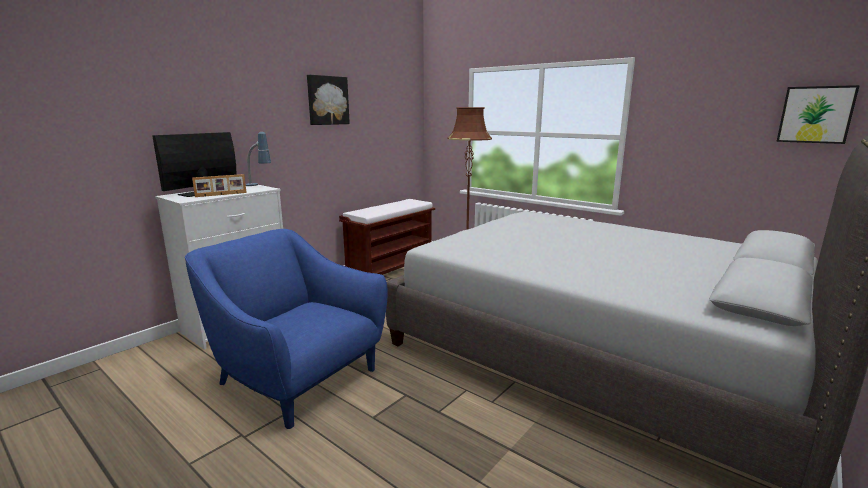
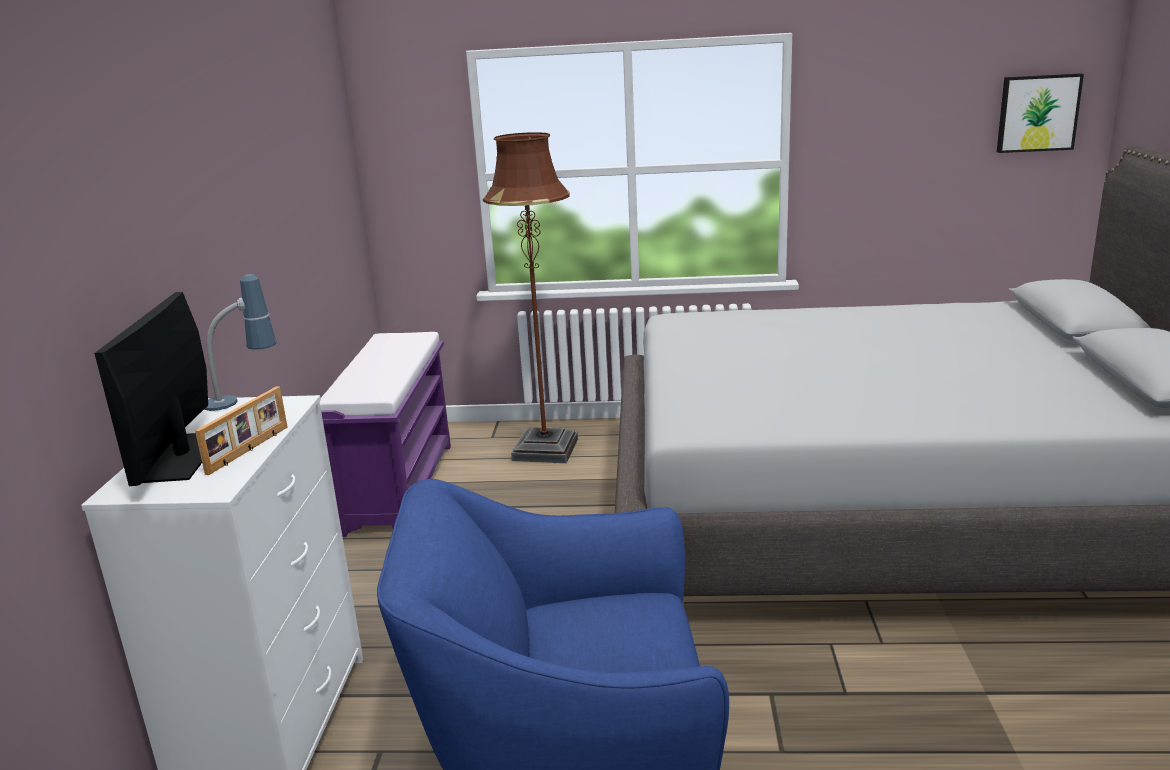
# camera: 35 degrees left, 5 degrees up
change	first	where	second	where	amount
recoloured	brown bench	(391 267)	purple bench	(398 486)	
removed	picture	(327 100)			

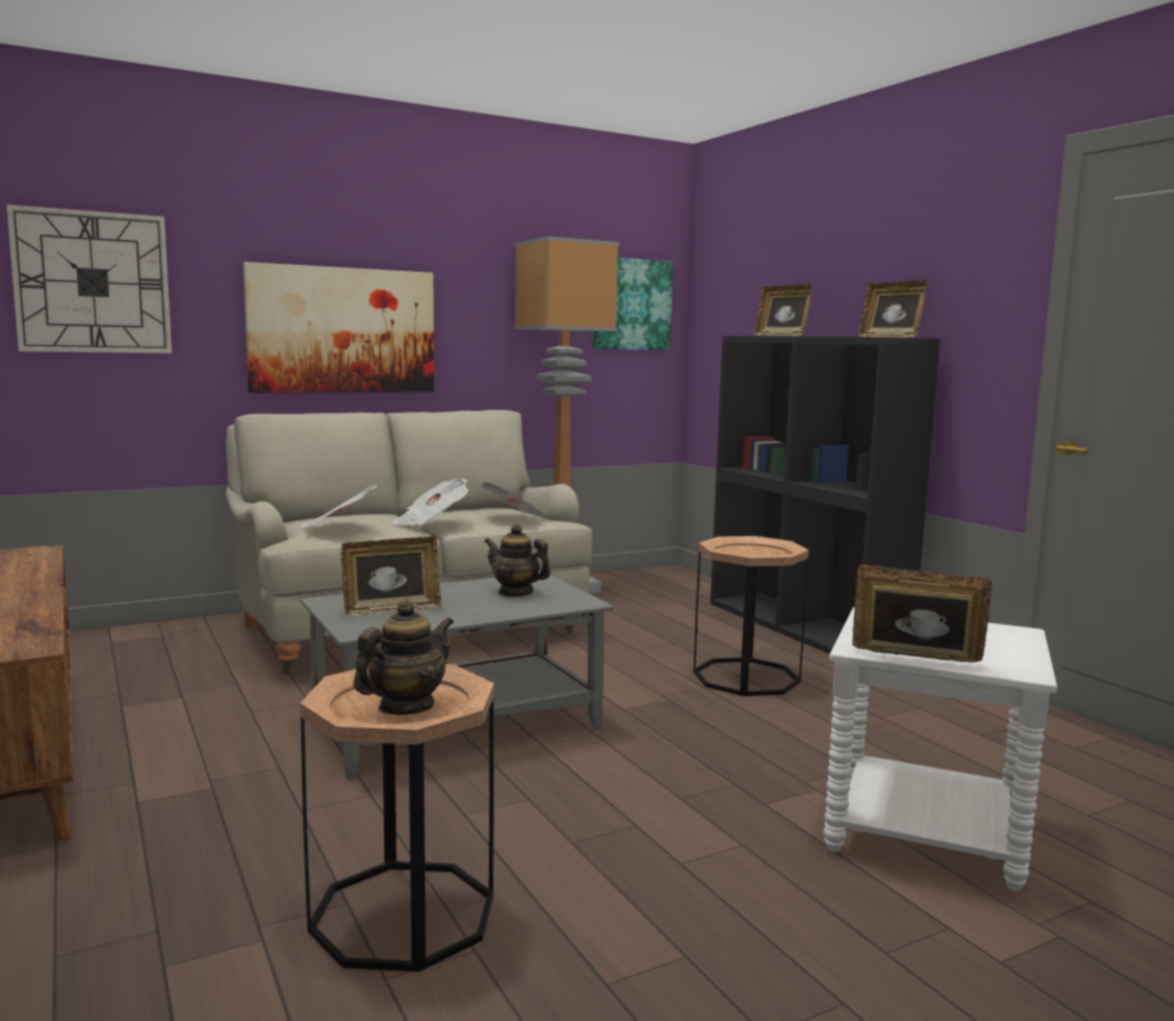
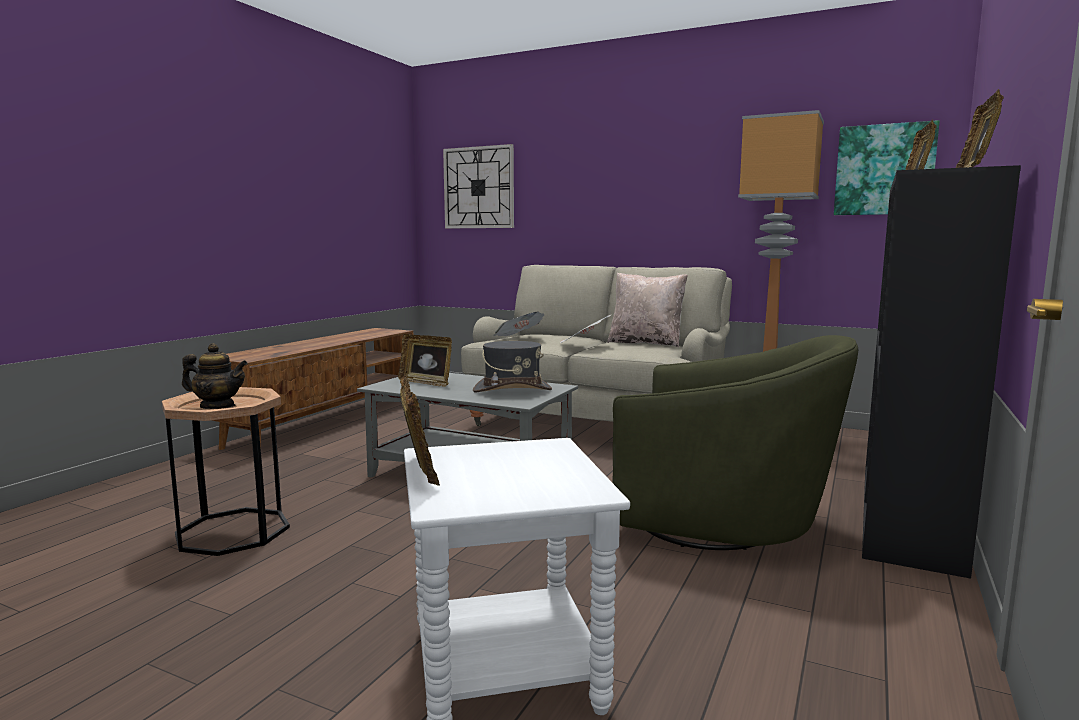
# camera: 55 degrees right, 0 degrees up
change	first	where	second	where	amount
replaced	teapot	(516 592)	grey hat	(512 390)	
added			beige pillow	(646 343)	
replaced	brown side table	(746 677)	green armchair	(721 524)	
removed	picture	(342 330)			
removed	newspaper	(516 519)			

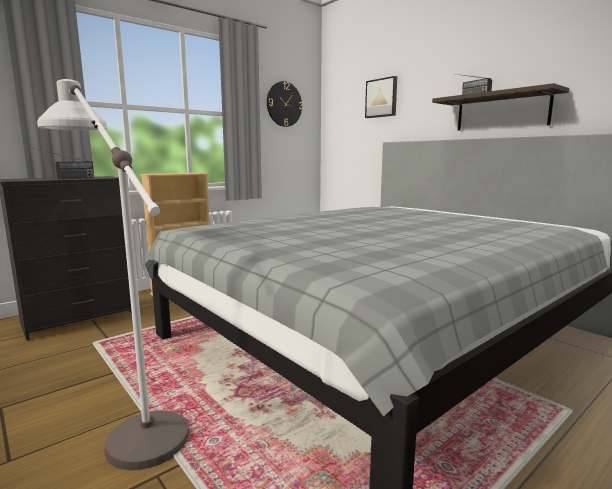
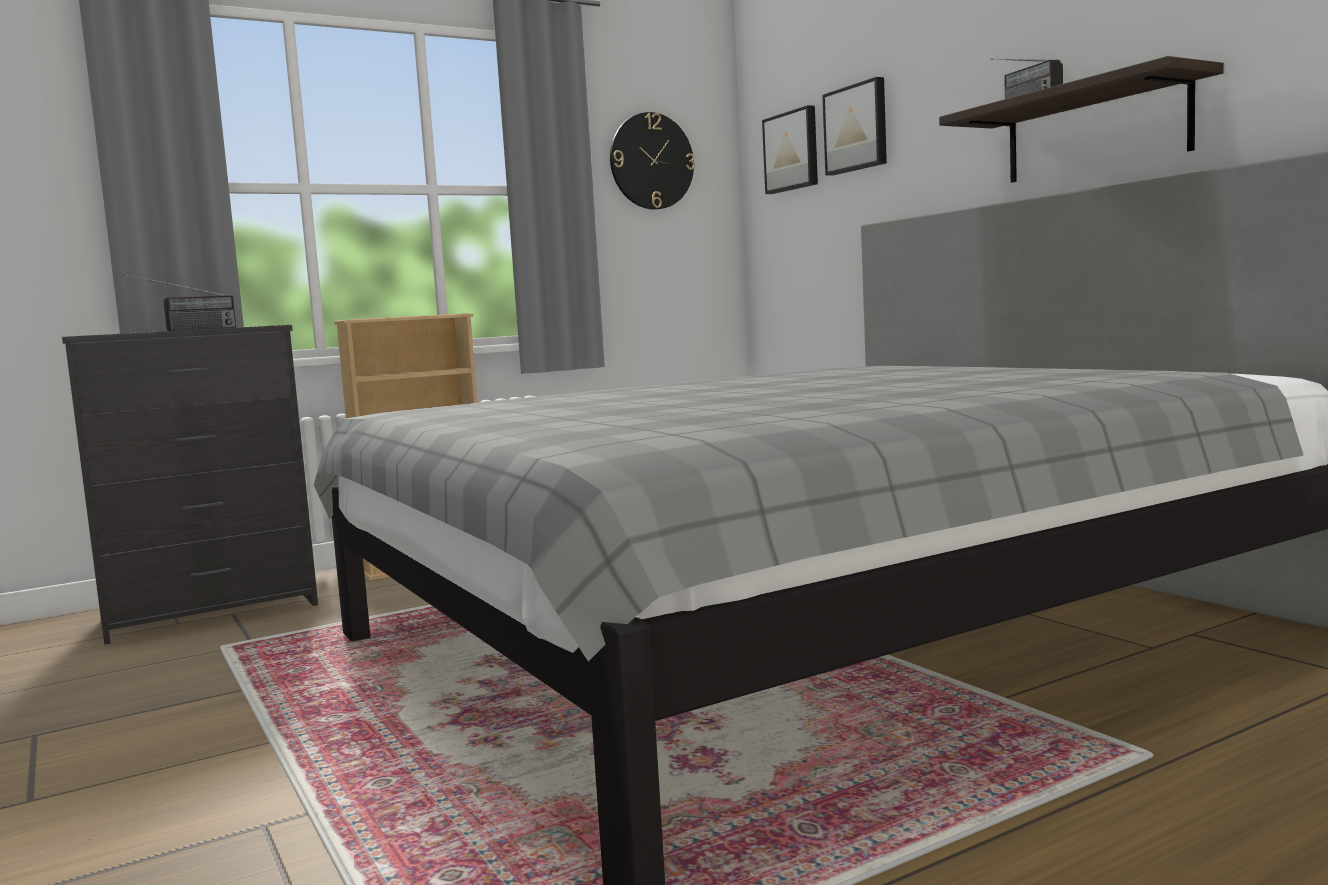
# camera: 10 degrees right, 5 degrees down
change	first	where	second	where	amount
added			picture	(792 151)	
removed	white floor lamp	(128 414)			

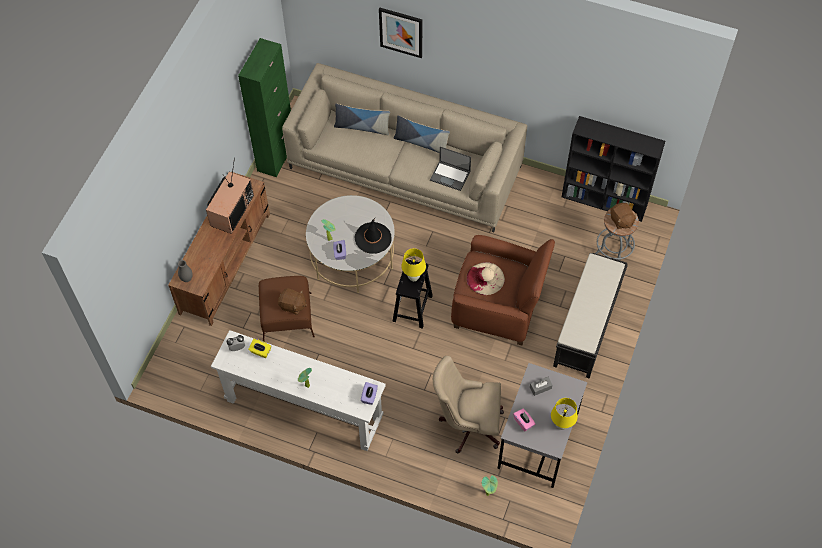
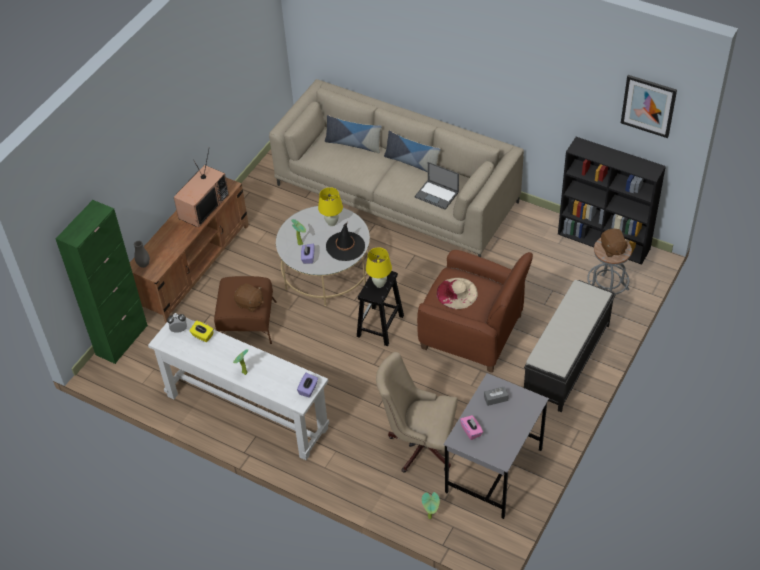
# camera: 10 degrees right, 10 degrees down
change	first	where	second	where	amount
moved	green cabinet	(276 156)		(122 340)	
moved	yellow table lamp	(561 425)		(332 223)	
moved	picture	(401 32)		(648 105)	

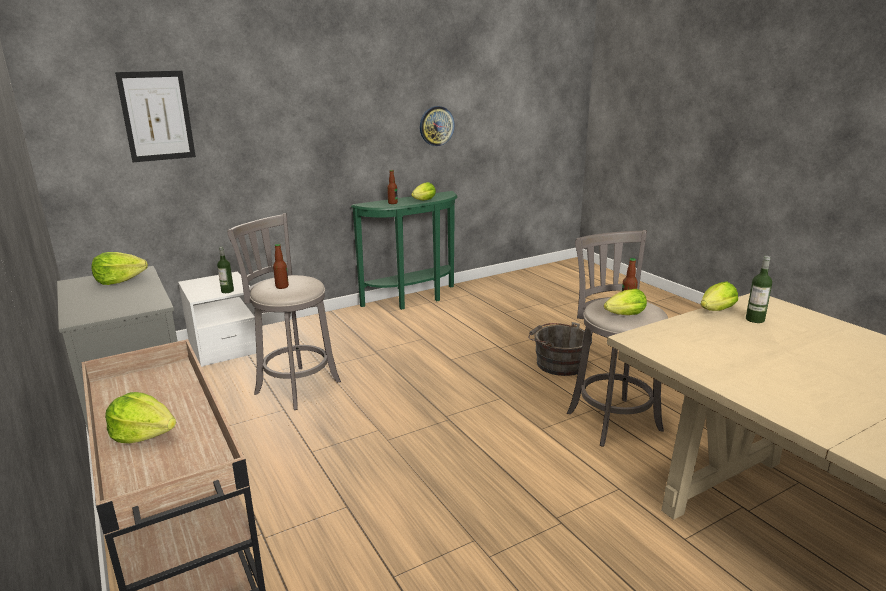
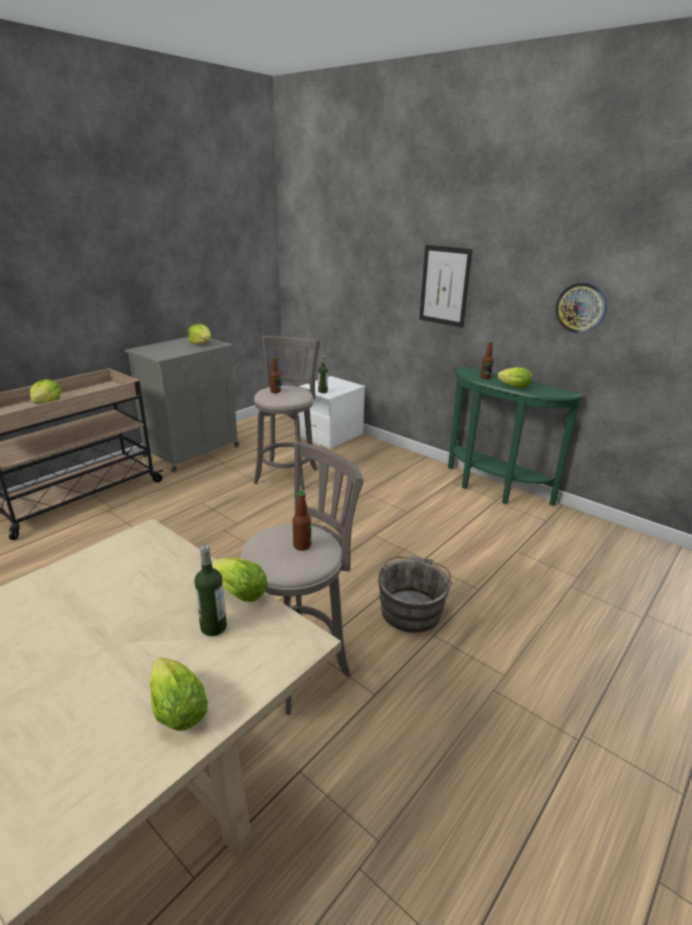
# camera: 70 degrees right, 5 degrees up
change	first	where	second	where	amount
moved	lettuce	(623 316)		(176 707)	
moved	picture	(157 116)		(444 286)	

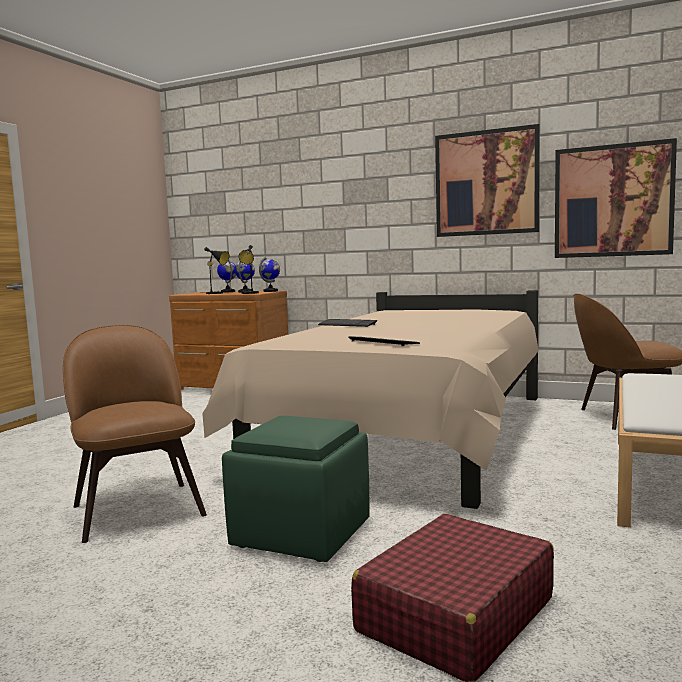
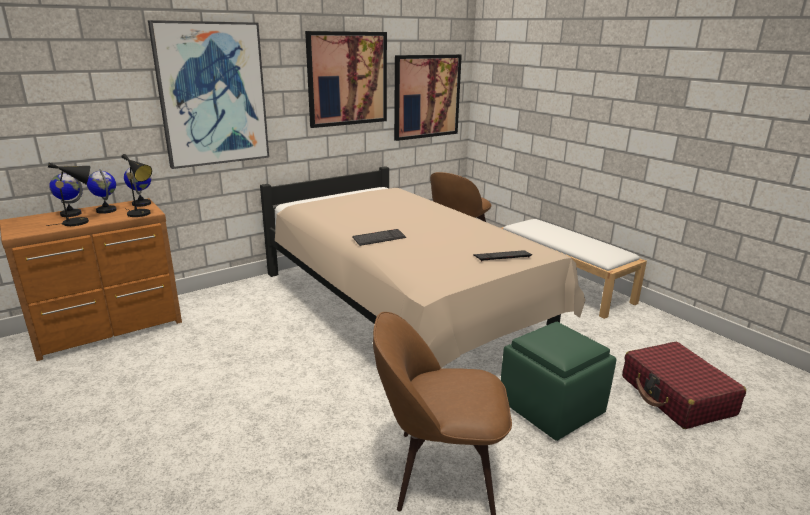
# camera: 60 degrees left, 15 degrees up
change	first	where	second	where	amount
added			picture	(212 94)	

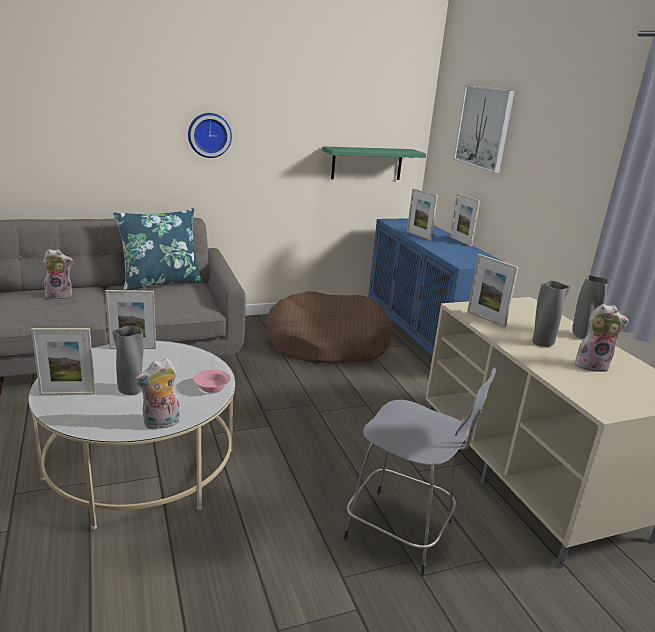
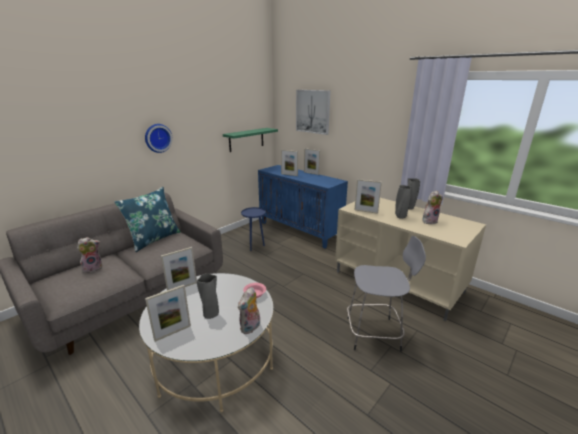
# camera: 25 degrees left, 0 degrees up
change	first	where	second	where	amount
replaced	brown dog bed	(327 343)	blue side table	(255 246)	

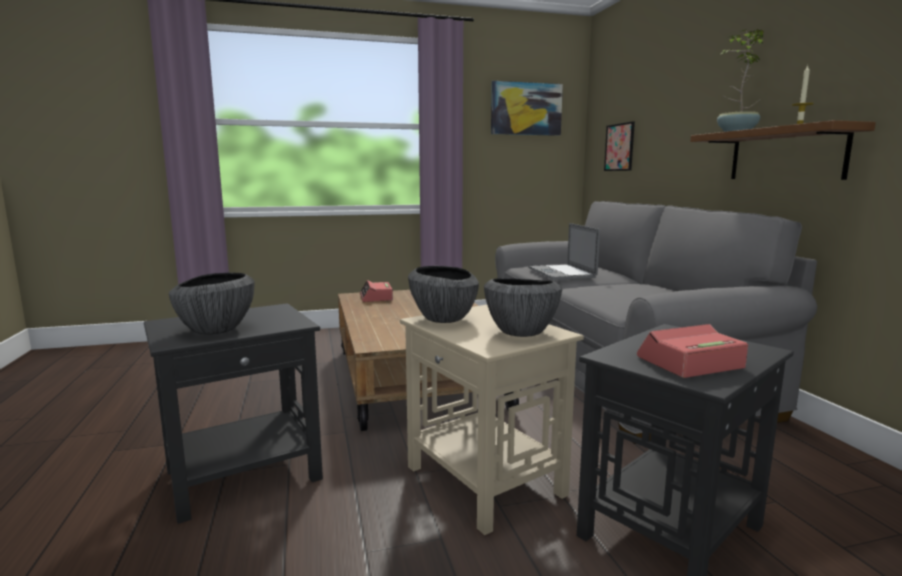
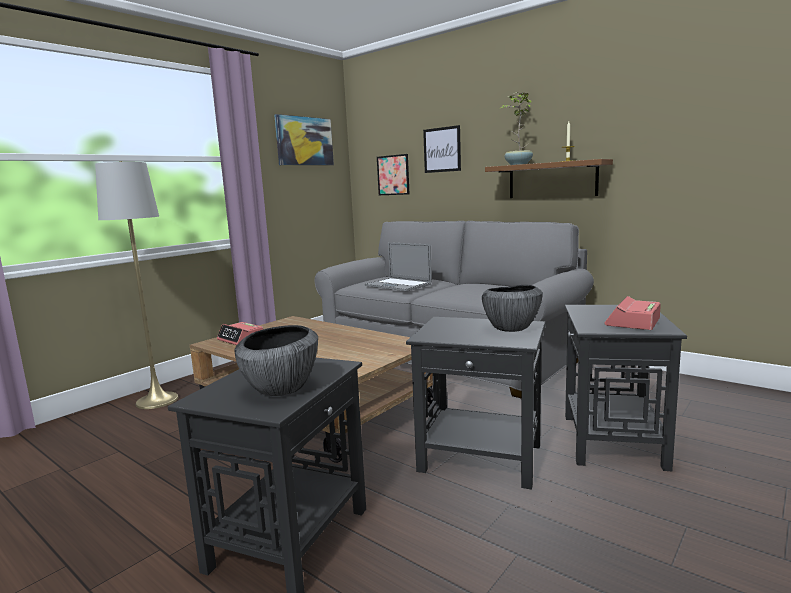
# camera: 35 degrees left, 0 degrees up
change	first	where	second	where	amount
added			grey floor lamp	(157 400)	
recoloured	beige side table	(485 481)	black side table	(482 458)	
added			picture	(442 149)	
removed	bowl	(443 319)			

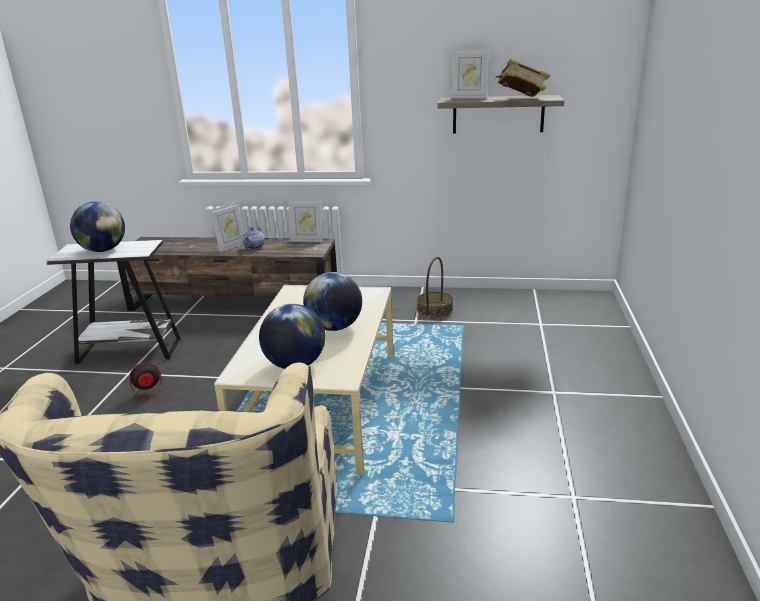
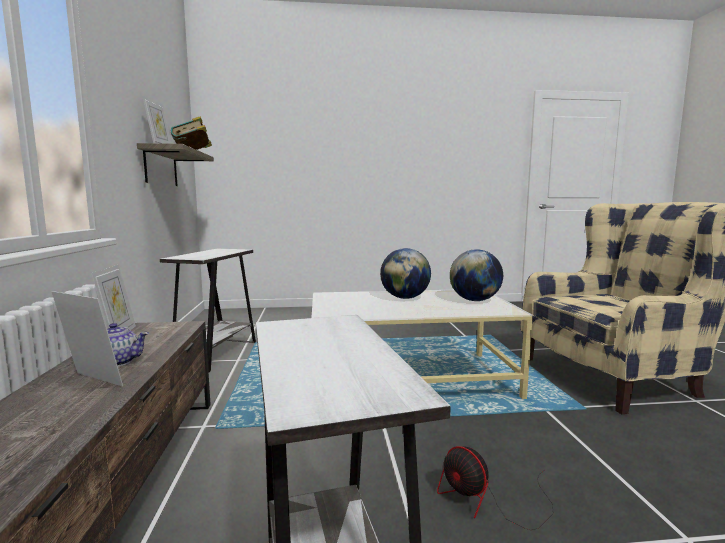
# camera: 105 degrees left, 15 degrees down
change	first	where	second	where	amount
replaced	basket	(435 310)	white side table	(216 354)	
removed	globe	(103 250)			

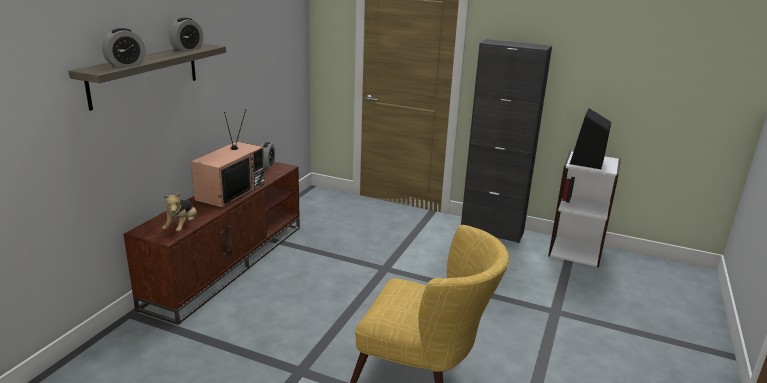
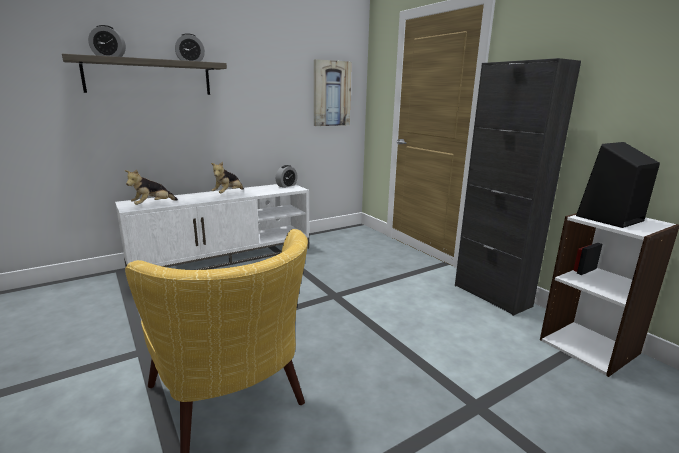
# camera: 35 degrees right, 5 degrees down
change	first	where	second	where	amount
recoloured	brown tv stand	(228 263)	white tv stand	(224 257)	
replaced	television	(230 191)	plush toy	(228 194)	
added			picture	(331 93)	

